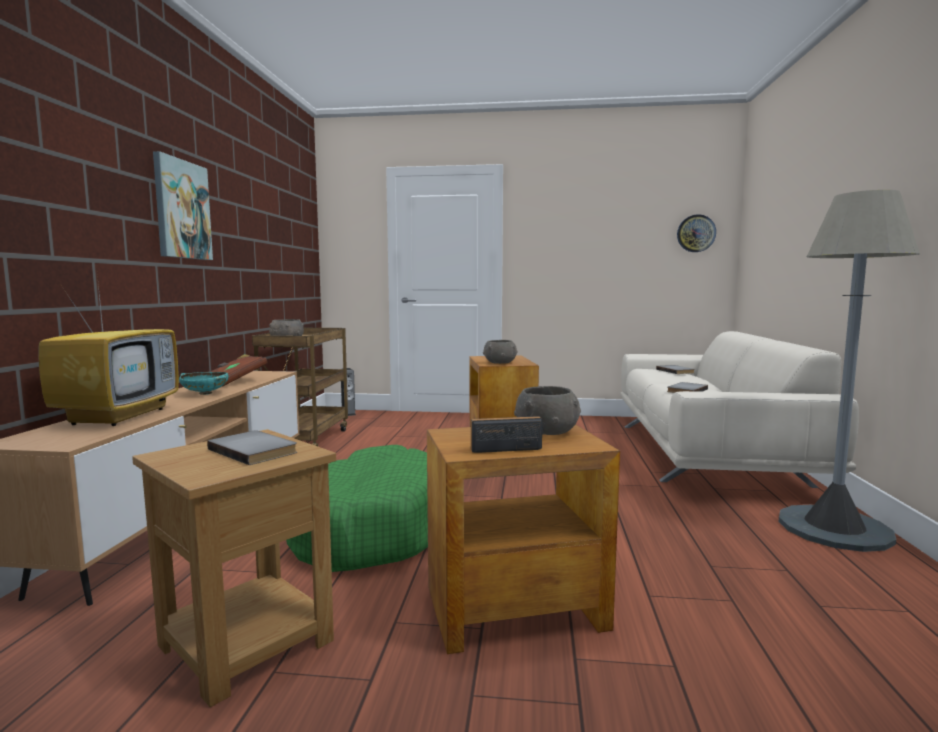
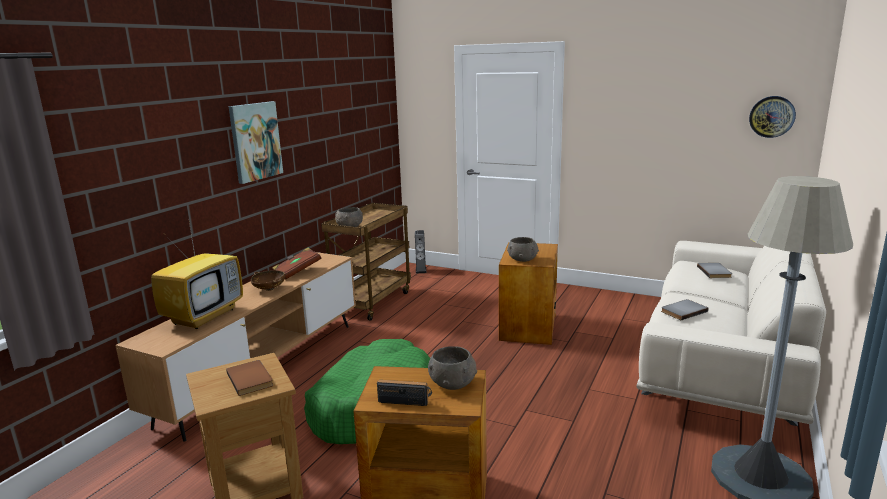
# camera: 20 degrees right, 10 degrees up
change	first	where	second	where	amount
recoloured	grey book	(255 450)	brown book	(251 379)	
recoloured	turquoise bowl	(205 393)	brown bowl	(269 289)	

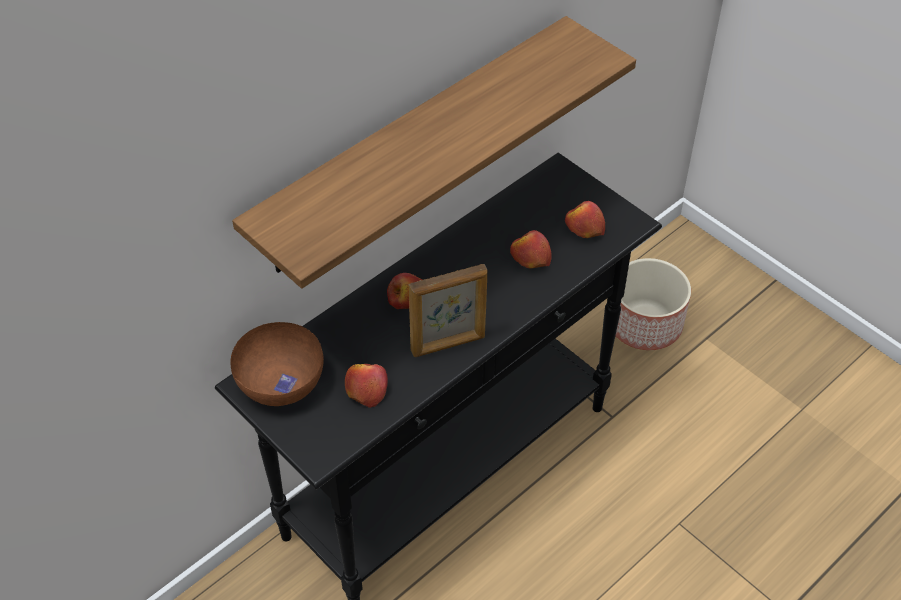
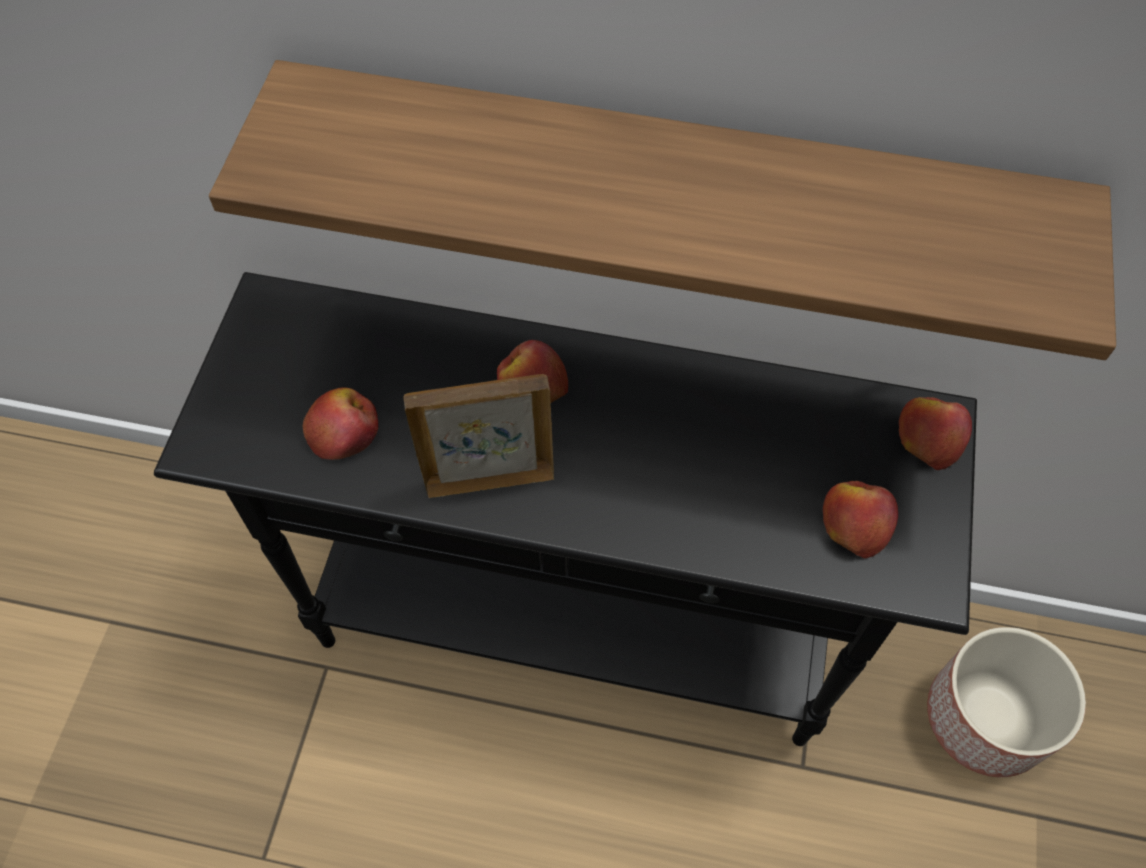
# camera: 55 degrees right, 10 degrees up
change	first	where	second	where	amount
turned	picture frame	(448 344)		(489 480)	135 degrees clockwise
moved	apple	(530 257)		(929 437)	
removed	brown bowl	(281 381)			

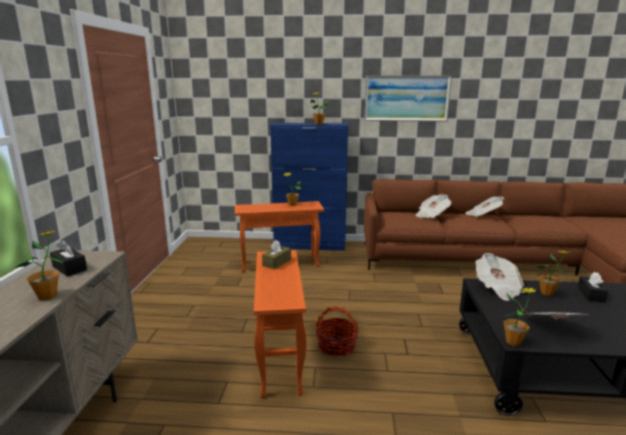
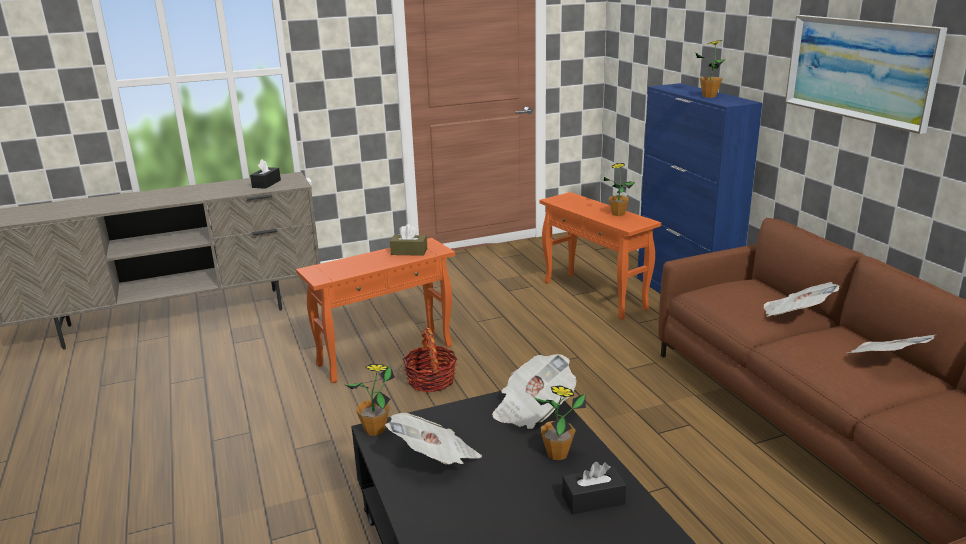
# camera: 65 degrees right, 5 degrees up
change	first	where	second	where	amount
removed	potted plant	(47 296)			

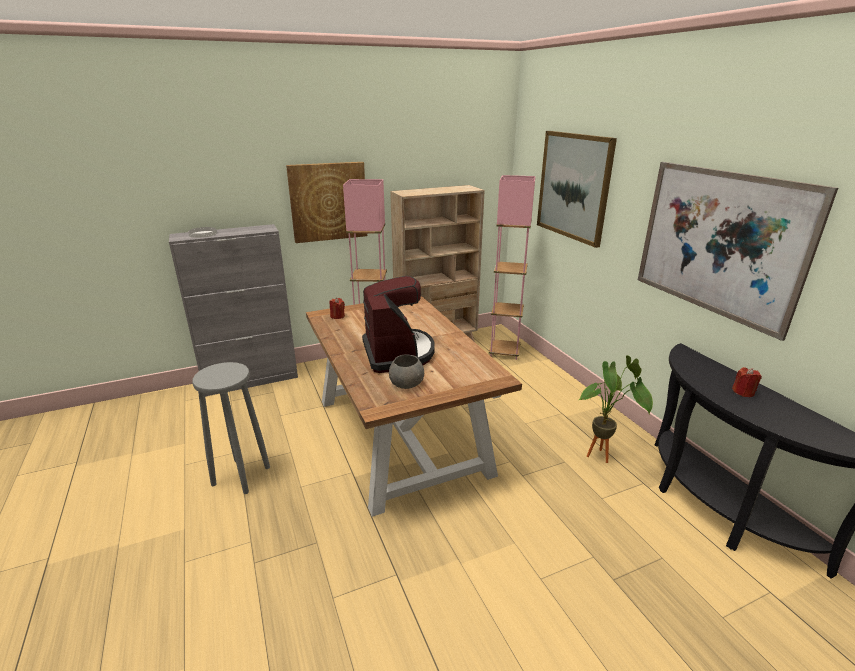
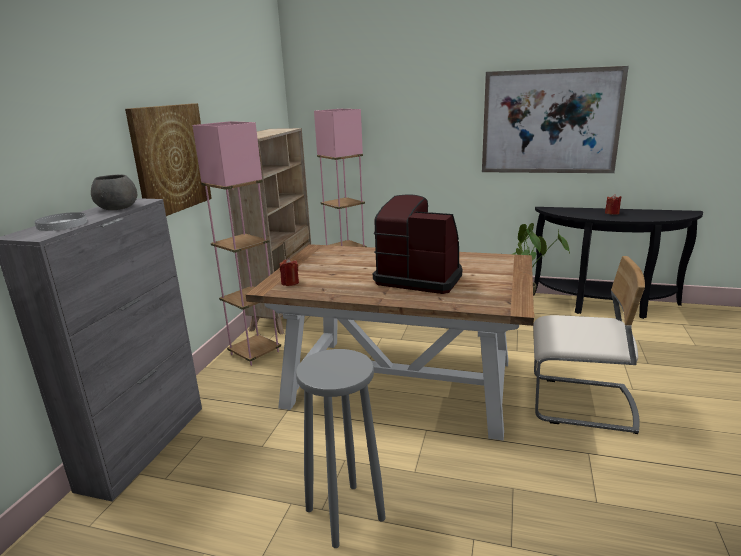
# camera: 50 degrees left, 5 degrees down
change	first	where	second	where	amount
moved	grey bowl	(406 384)		(117 208)	
added			beige chair	(581 404)	
removed	picture	(573 186)			

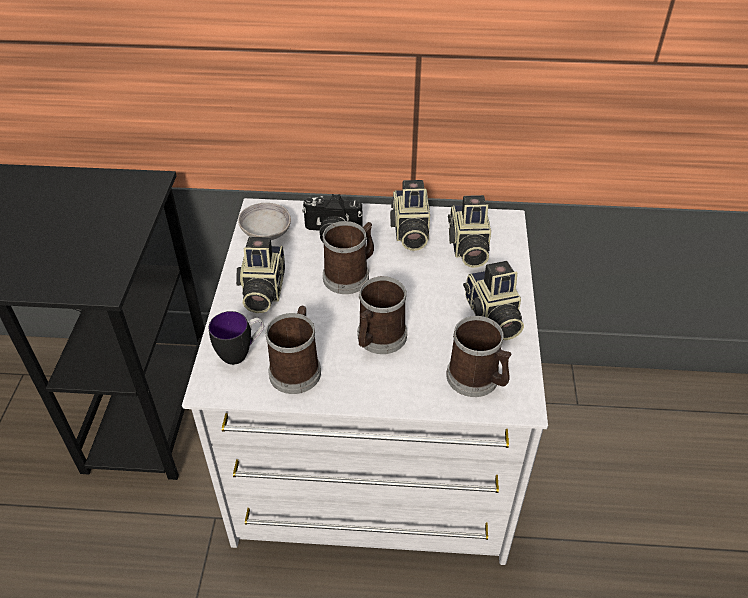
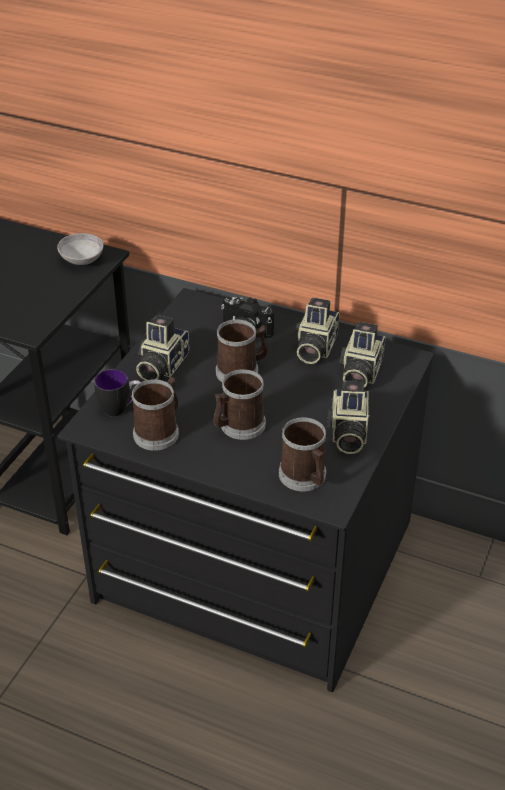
# camera: 20 degrees right, 5 degrees down
change	first	where	second	where	amount
moved	grey bowl	(266 233)		(82 260)	
recoloured	white dresser	(374 454)	black dresser	(253 564)	

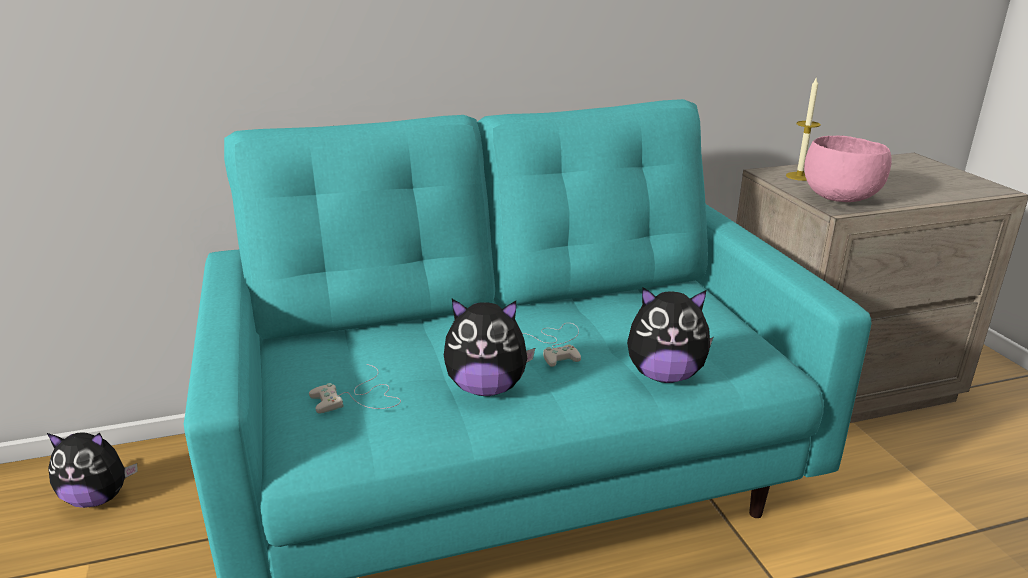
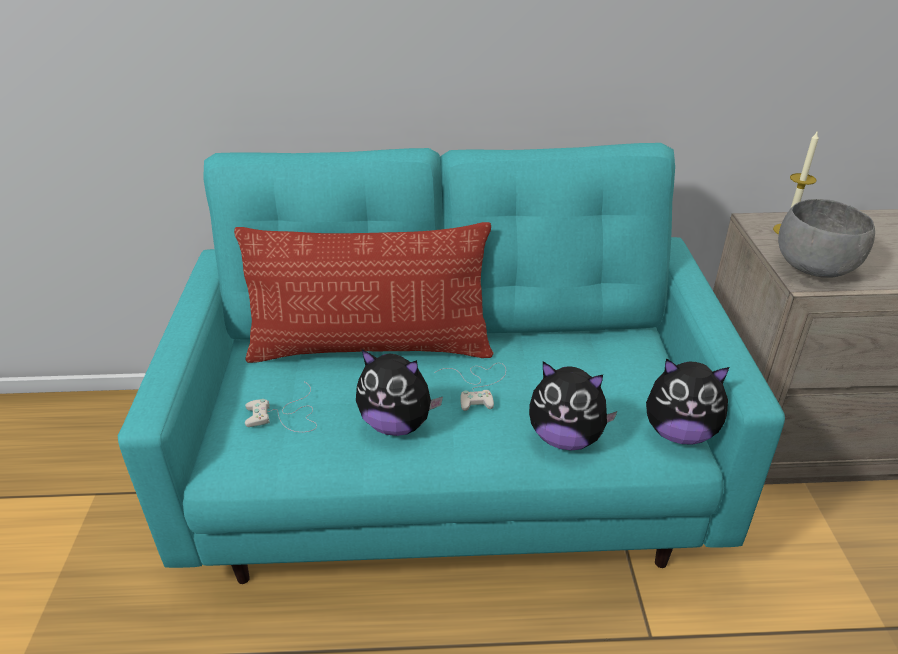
# camera: 15 degrees right, 10 degrees up
change	first	where	second	where	amount
added			pillow	(371 348)	
moved	plush toy	(98 498)		(679 432)	
recoloured	pink bowl	(838 198)	grey bowl	(813 268)	

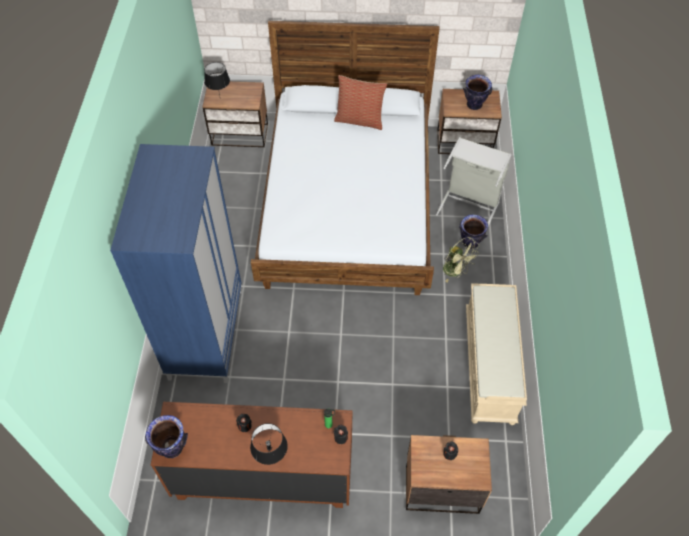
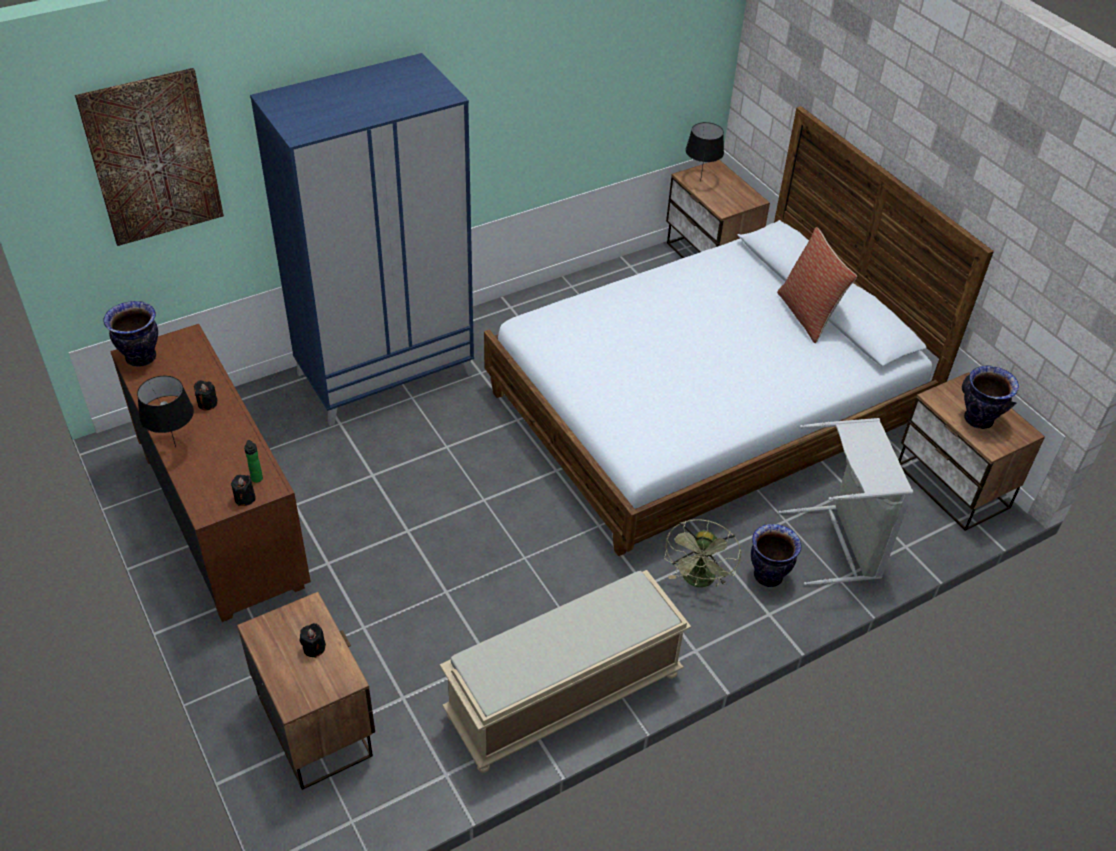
# camera: 55 degrees right, 10 degrees down
change	first	where	second	where	amount
added			picture	(153 158)	

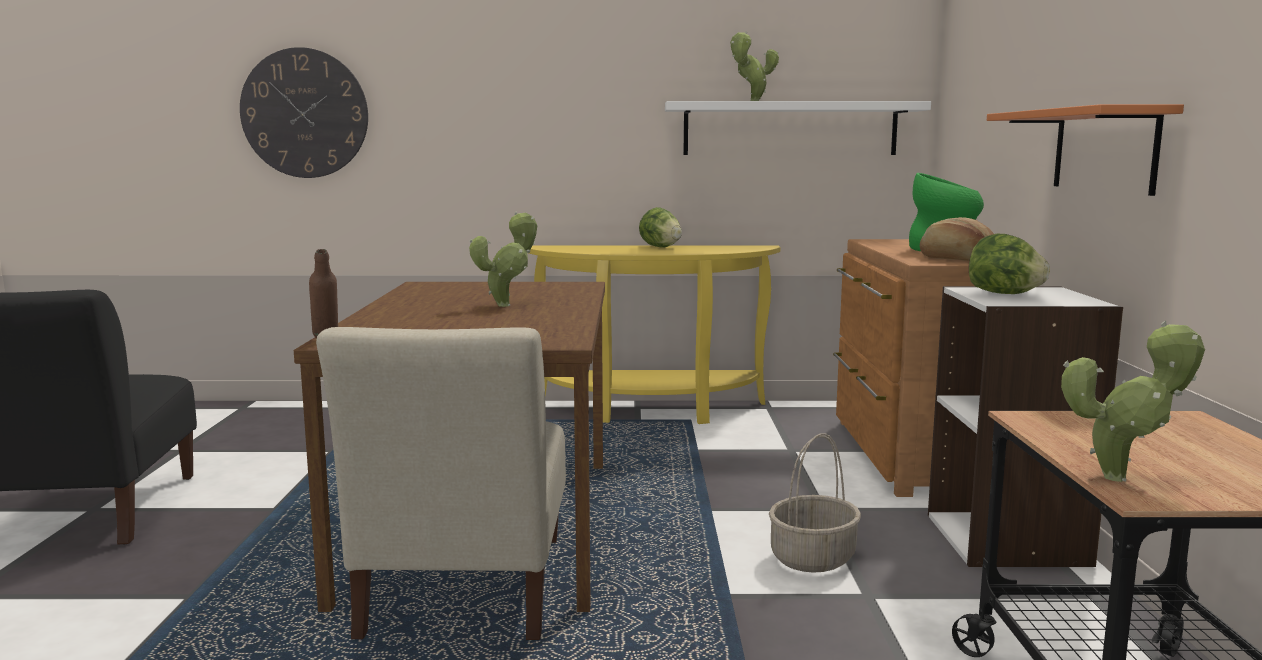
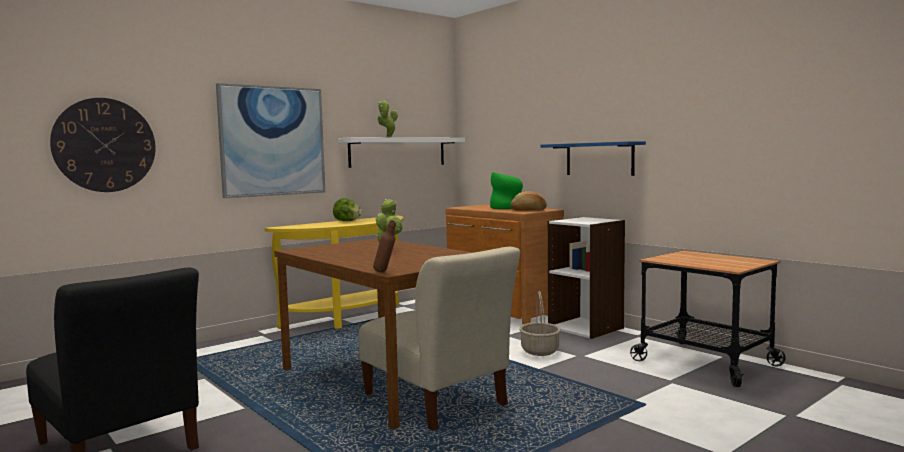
# camera: 40 degrees left, 5 degrees down
change	first	where	second	where	amount
added			picture	(272 141)	
recoloured	orange shelf	(1104 150)	blue shelf	(599 159)	
removed	lettuce	(1004 293)			
removed	potted plant	(1122 477)			

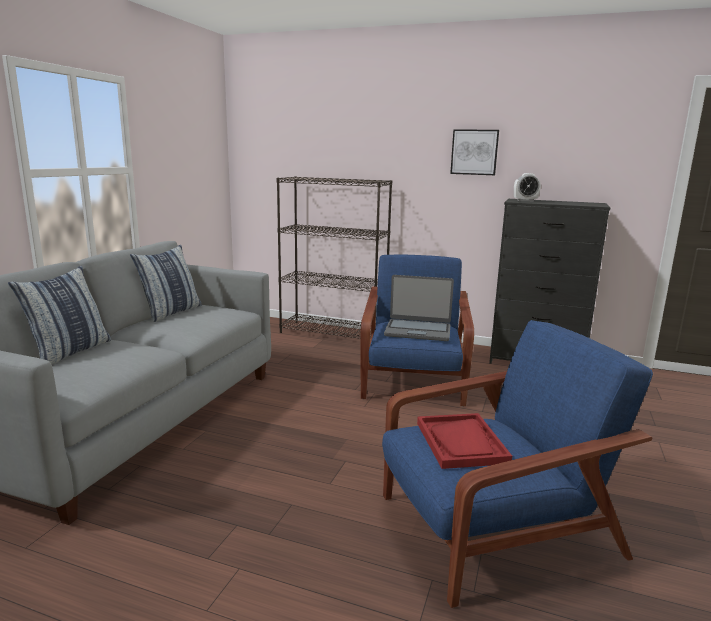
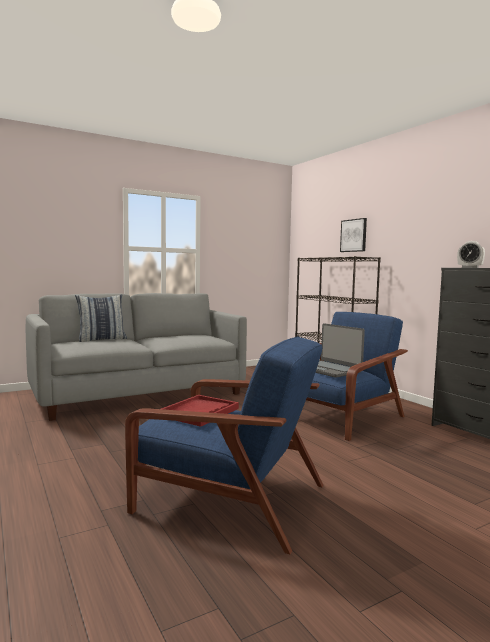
# camera: 40 degrees right, 10 degrees down
change	first	where	second	where	amount
moved	picture	(474 152)		(354 235)	
removed	pillow	(171 312)			

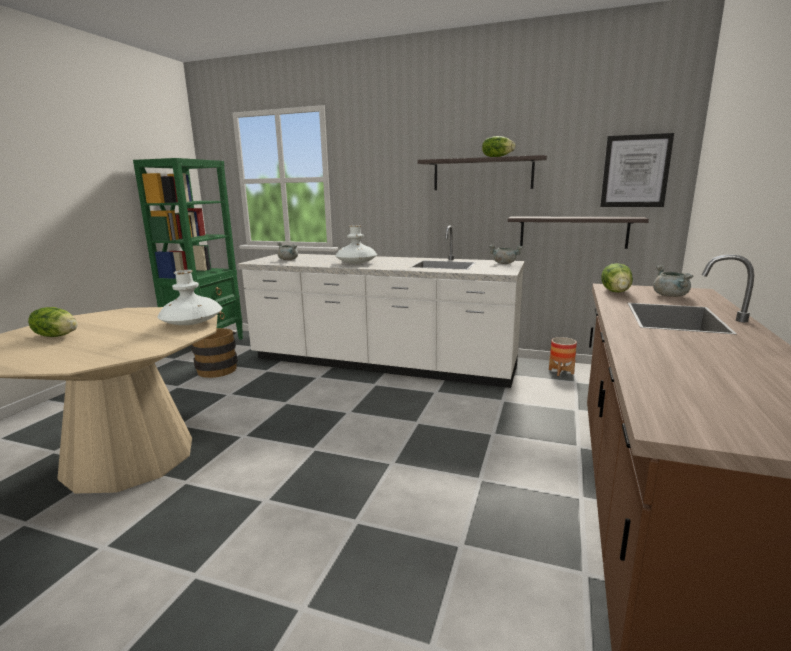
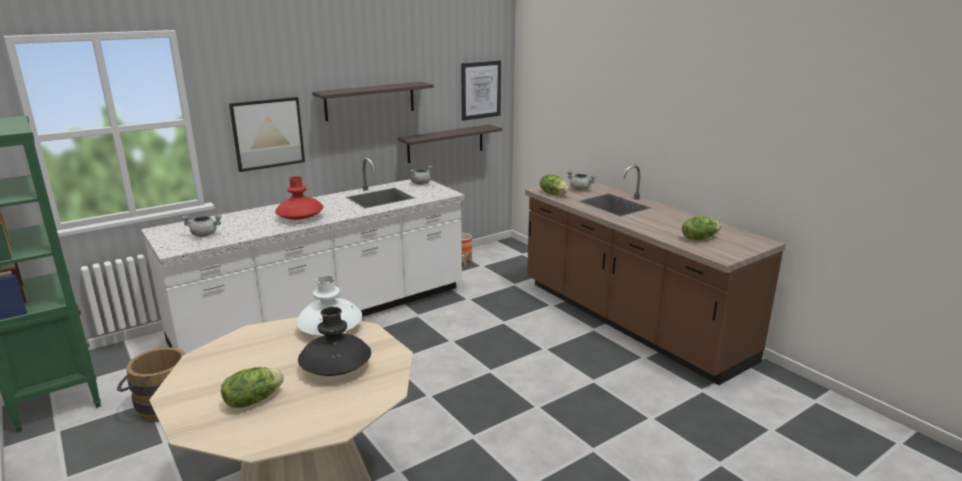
# camera: 55 degrees left, 5 degrees up
change	first	where	second	where	amount
added			picture	(268 133)	
recoloured	white vase	(356 263)	red vase	(300 217)	
added			black vase	(336 367)	
moved	lettuce	(497 157)		(699 238)	

